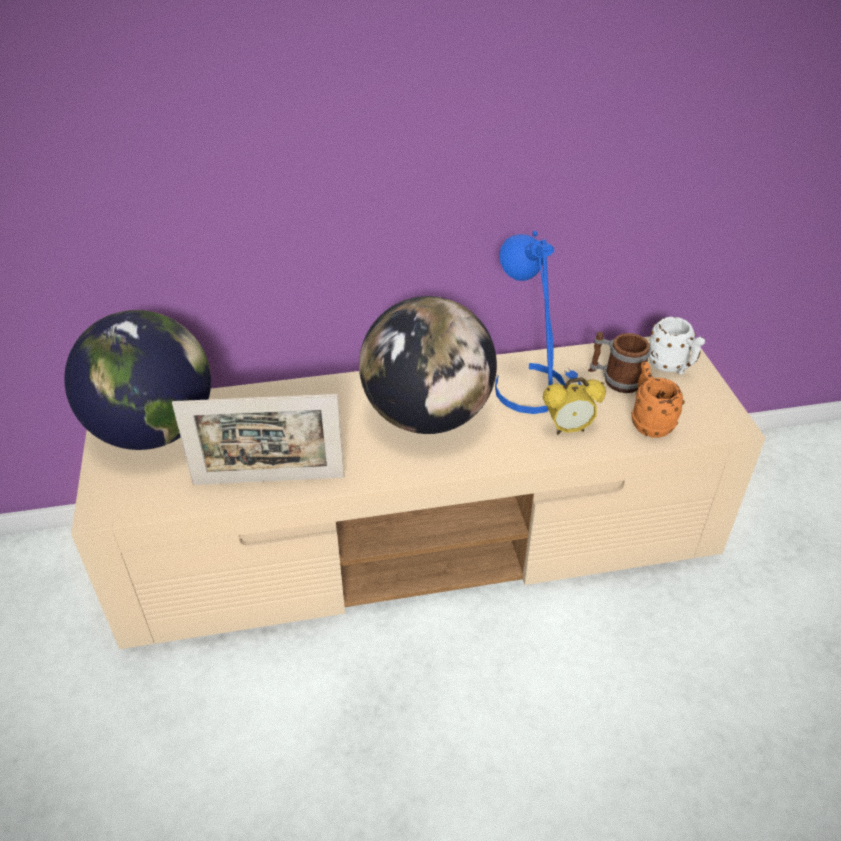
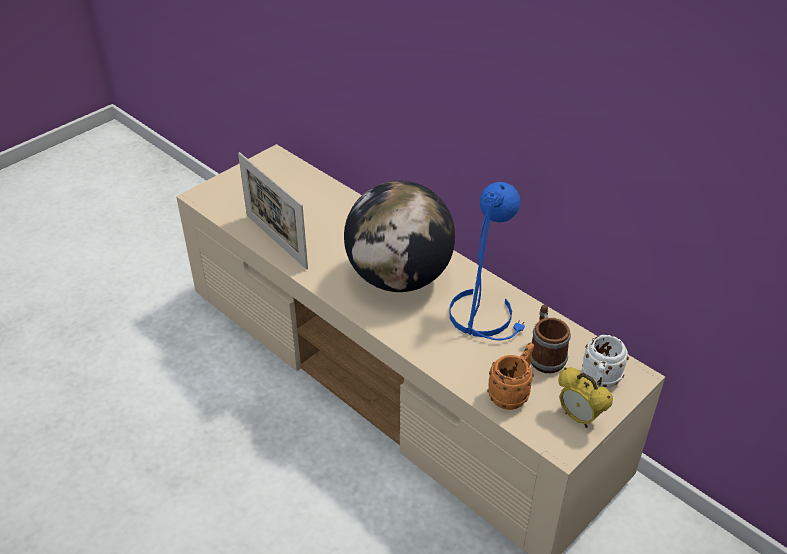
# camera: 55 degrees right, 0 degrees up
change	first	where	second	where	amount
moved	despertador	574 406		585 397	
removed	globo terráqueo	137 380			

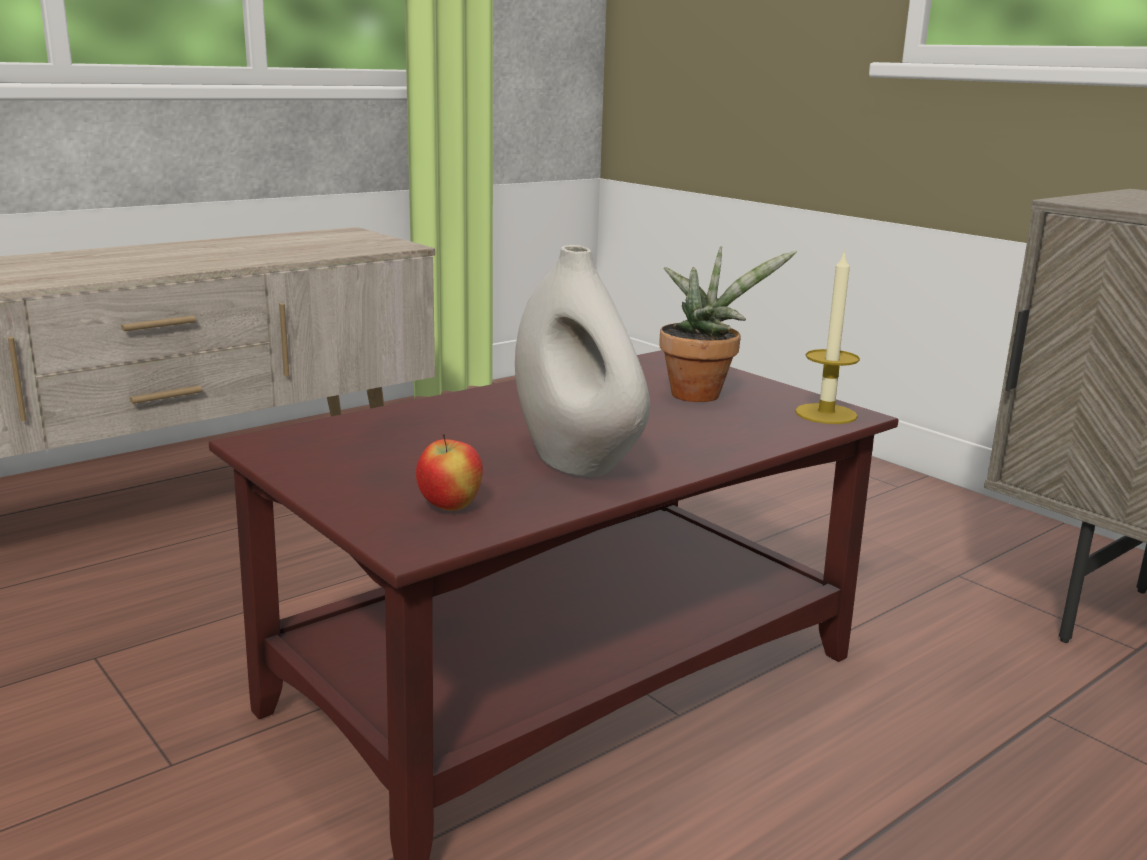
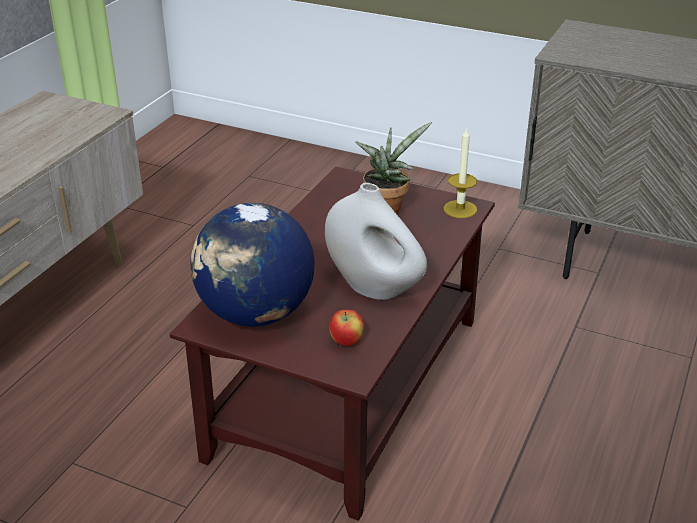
# camera: 25 degrees left, 15 degrees up
change	first	where	second	where	amount
added			globo terráqueo	252 264	

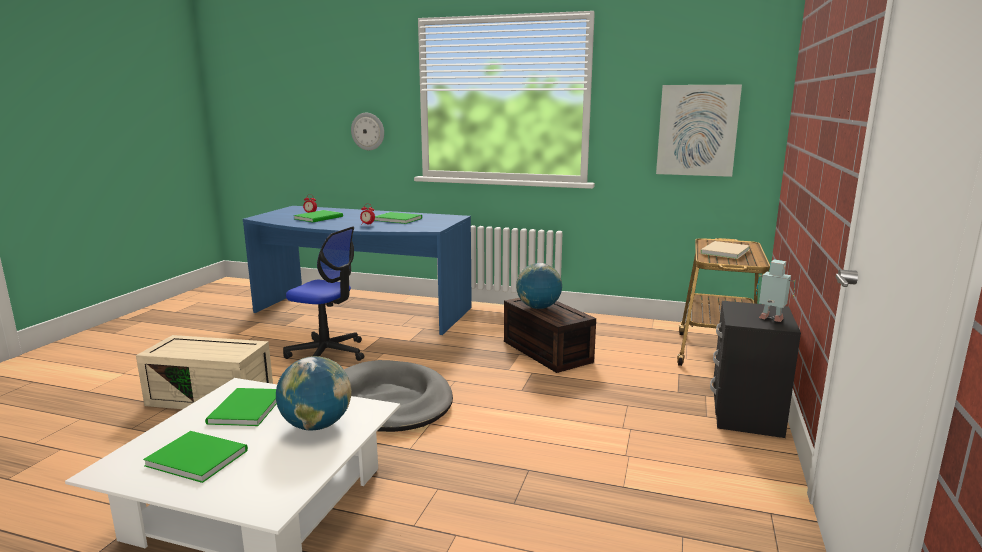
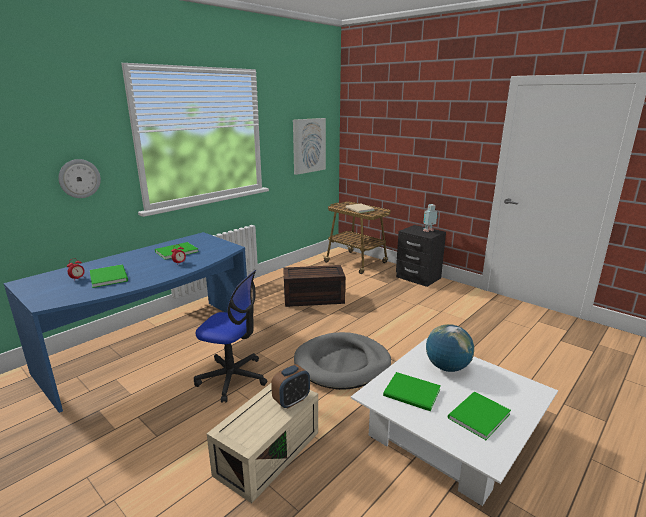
# camera: 65 degrees left, 5 degrees up
change	first	where	second	where	amount
turned	silla de oficina	323 293		230 336	60 degrees clockwise
added			despertador	290 386	
removed	globo terráqueo	539 286			

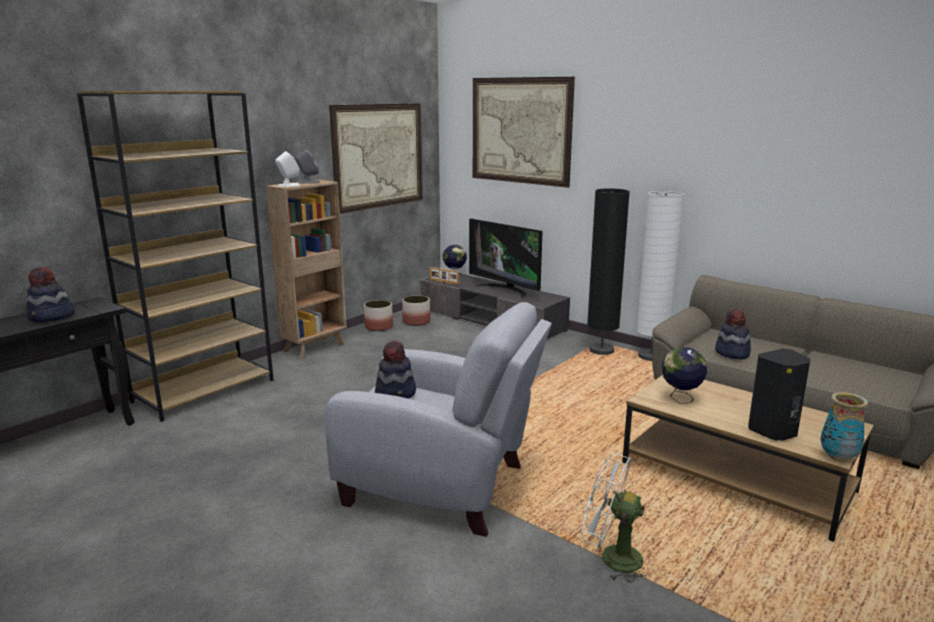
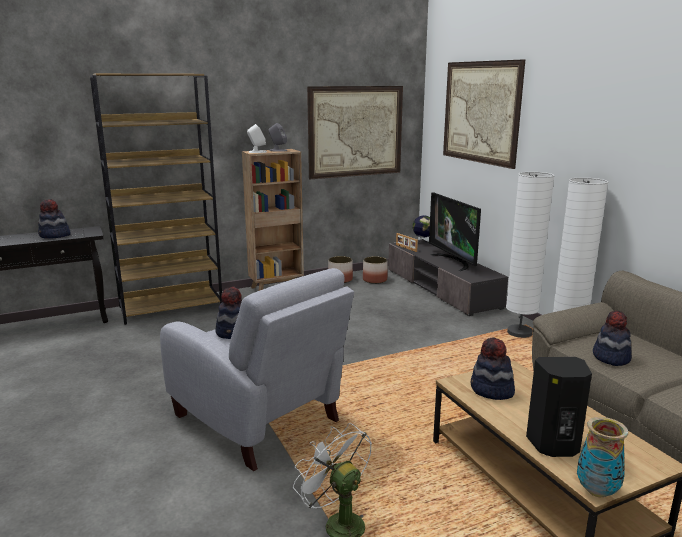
# camera: 25 degrees right, 0 degrees up
change	first	where	second	where	amount
replaced	globo terráqueo	684 375	sombrero	493 369	
recoloured	lámpara de pie [negro]	608 271	lámpara de pie [blanco]	530 255	

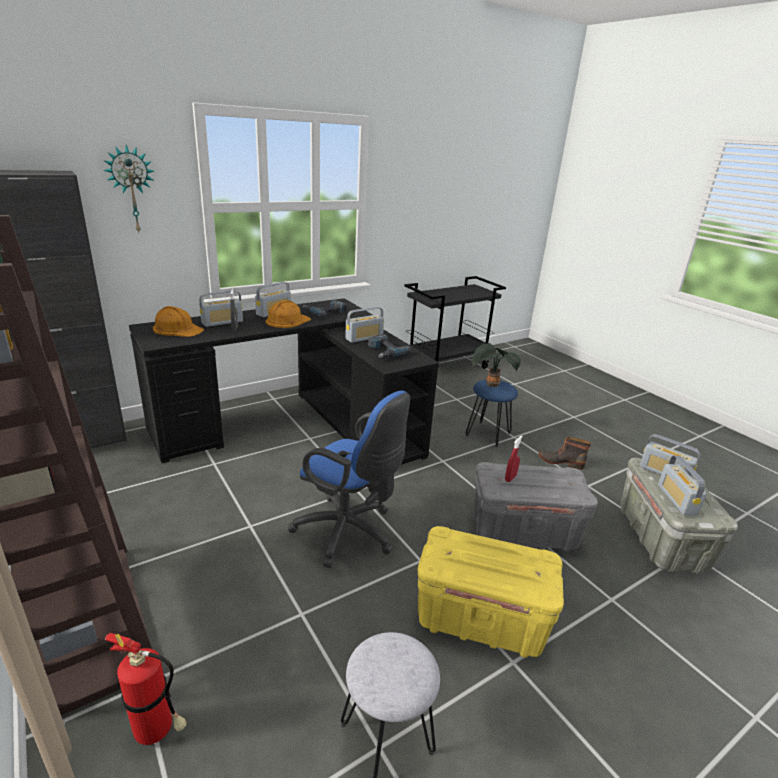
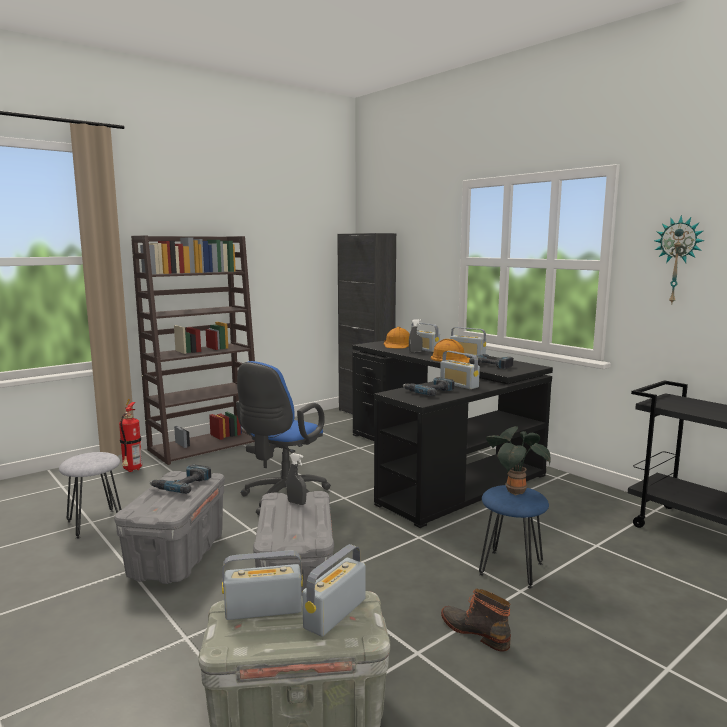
# camera: 85 degrees right, 15 degrees down
change	first	where	second	where	amount
recoloured	caja de almacenaje [amarillo]	490 592	caja de almacenaje [gris]	169 527	
added			taladro	180 479	
recoloured	pulverizador [rojo]	514 459	pulverizador [gris]	297 479	
turned	bota	564 453		476 620	60 degrees counterclockwise
moved	reloj de pared	128 189		679 259	

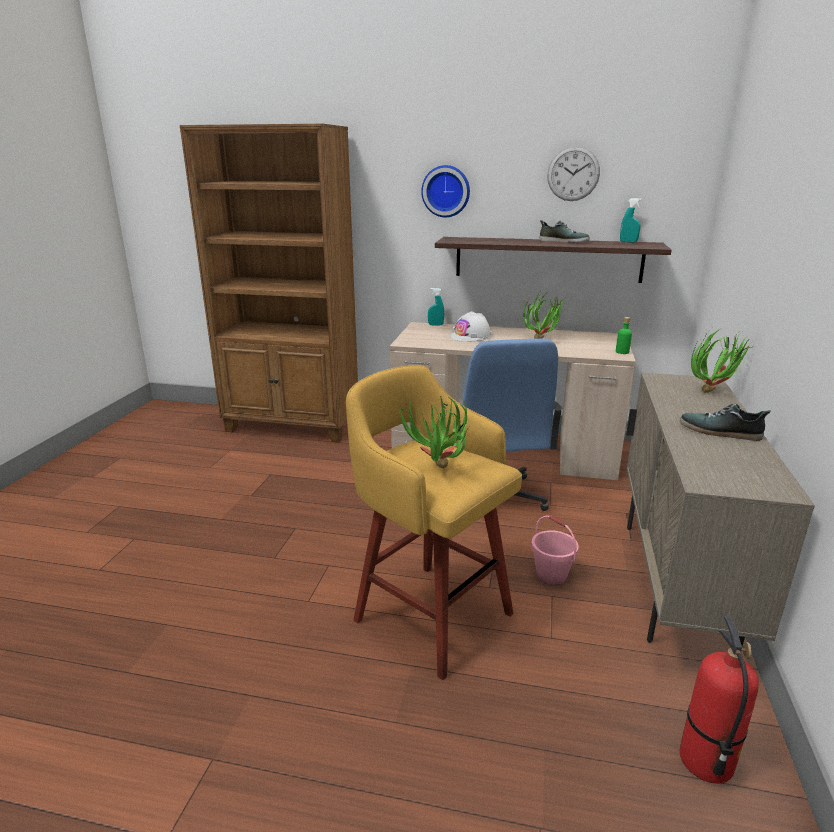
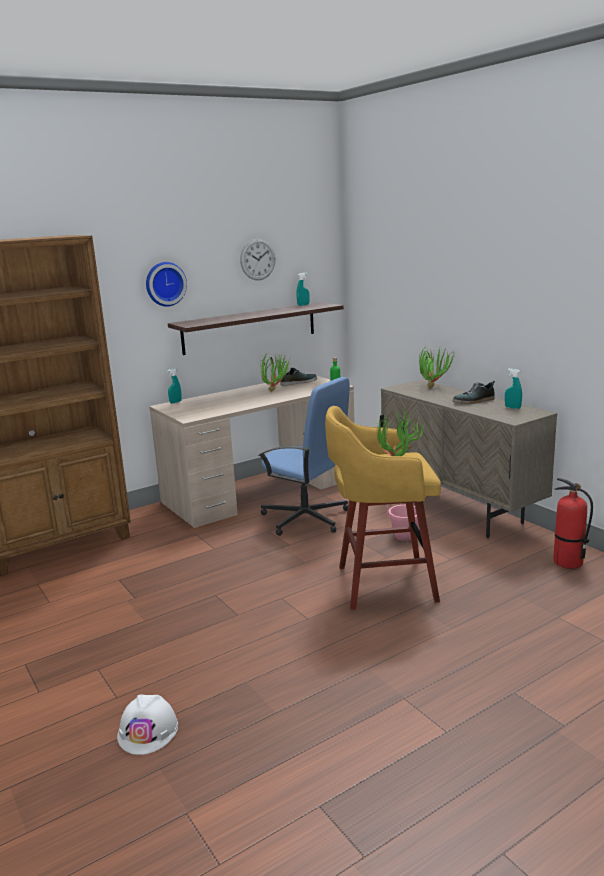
# camera: 45 degrees left, 5 degrees down
change	first	where	second	where	amount
moved	casco [blanco]	470 326		147 725	
moved	zapato	564 231		298 376	
added			pulverizador [turquesa]	513 388	

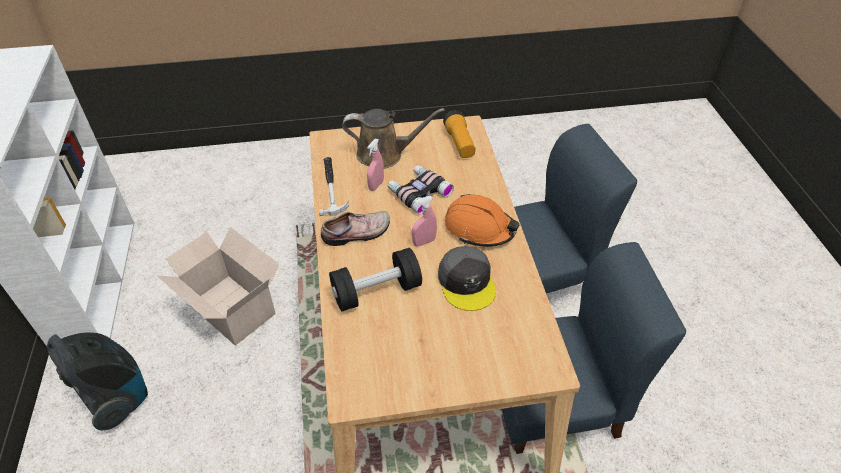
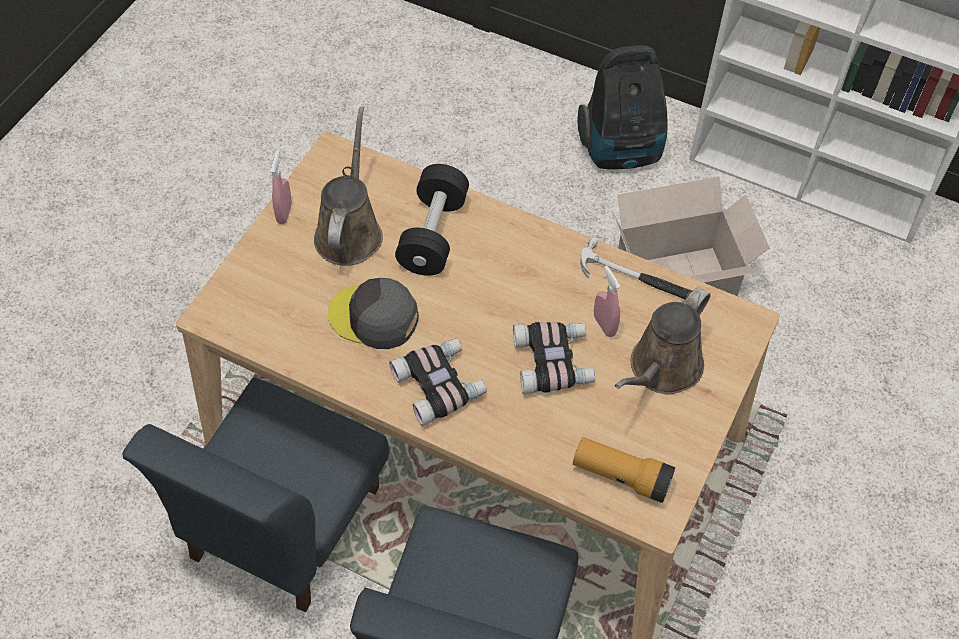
# camera: 125 degrees right, 10 degrees up
change	first	where	second	where	amount
moved	pulverizador [rosa]	424 221		281 187	
added			regadera [marrón]	348 186	
replaced	casco [naranja]	482 220	prismáticos	438 382	
removed	zapato	355 228			

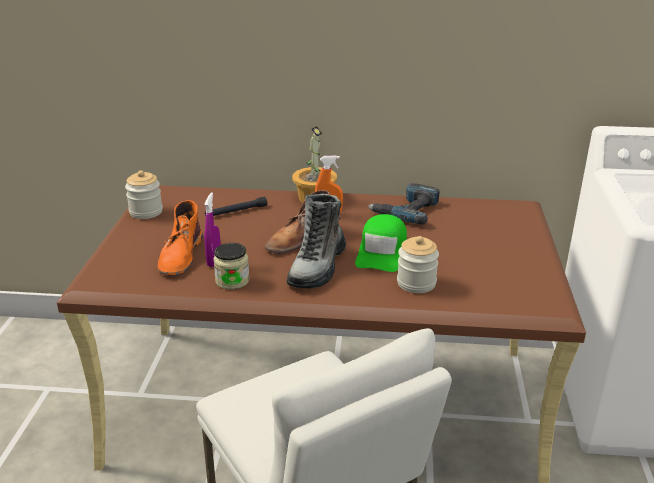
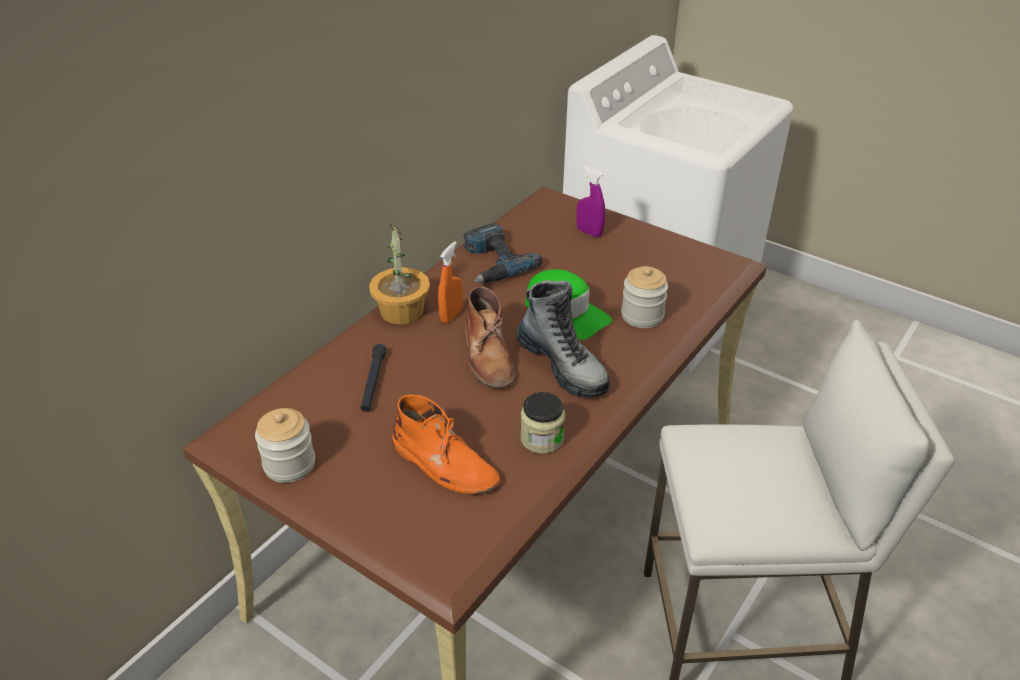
# camera: 60 degrees left, 10 degrees up
change	first	where	second	where	amount
moved	pulverizador [morado]	212 229		591 202	

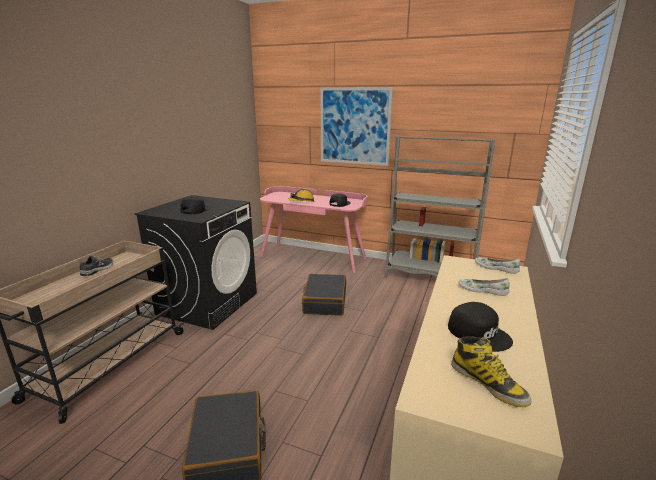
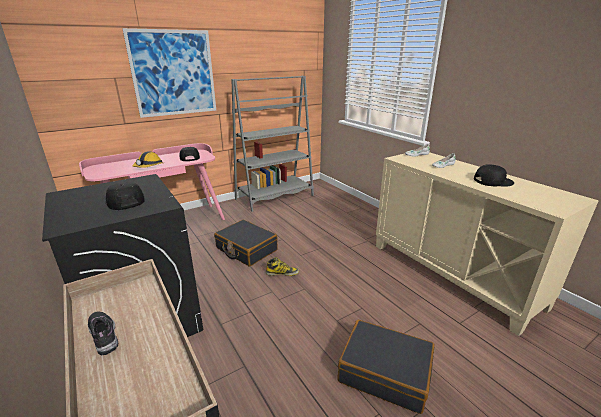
# camera: 55 degrees left, 5 degrees up
change	first	where	second	where	amount
moved	bota	491 371		282 266	

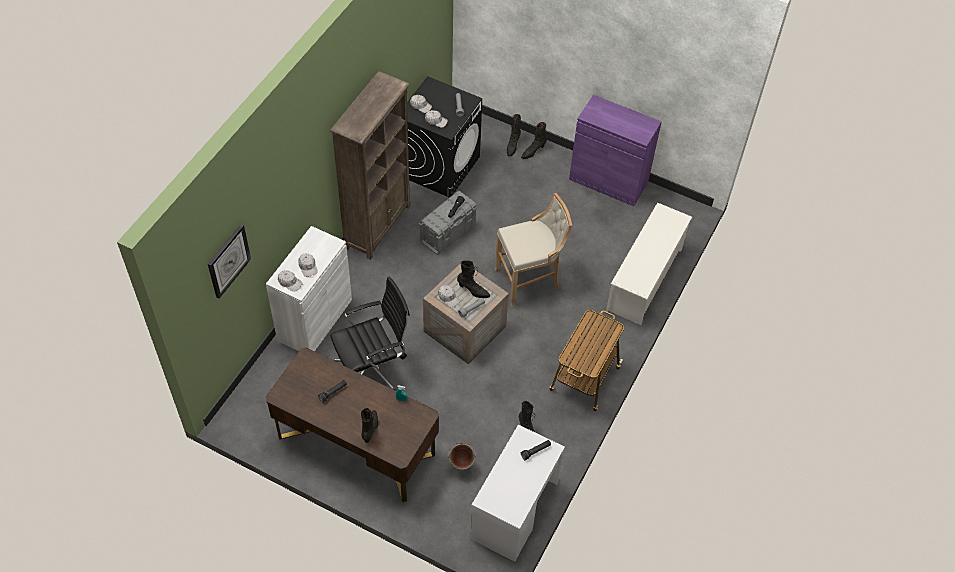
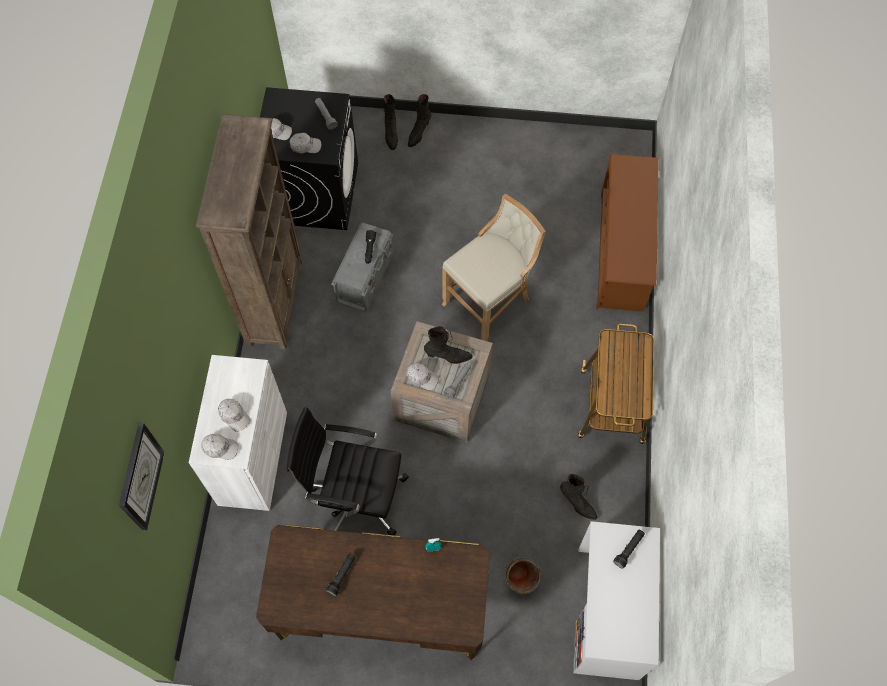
# camera: 20 degrees left, 10 degrees up
change	first	where	second	where	amount
turned	silla de oficina [negro]	370 333		348 471	120 degrees counterclockwise
recoloured	zapatero [blanco]	649 264	zapatero [marrón]	627 233	
removed	bota [negro]	369 425			
removed	armario [morado]	615 150			

